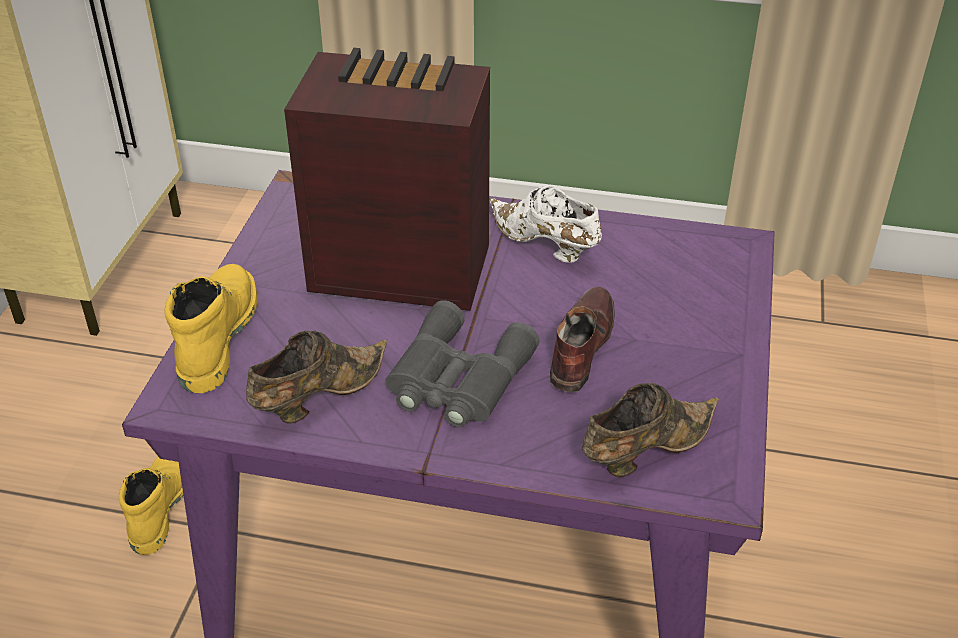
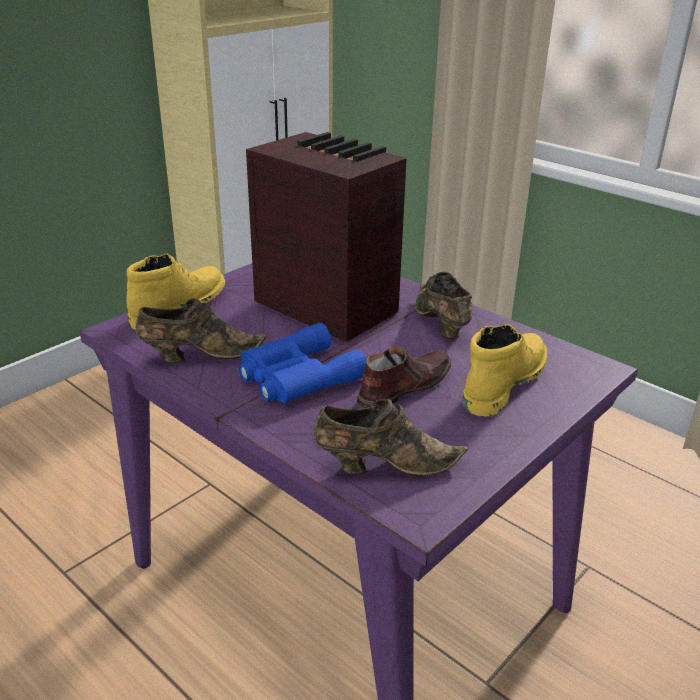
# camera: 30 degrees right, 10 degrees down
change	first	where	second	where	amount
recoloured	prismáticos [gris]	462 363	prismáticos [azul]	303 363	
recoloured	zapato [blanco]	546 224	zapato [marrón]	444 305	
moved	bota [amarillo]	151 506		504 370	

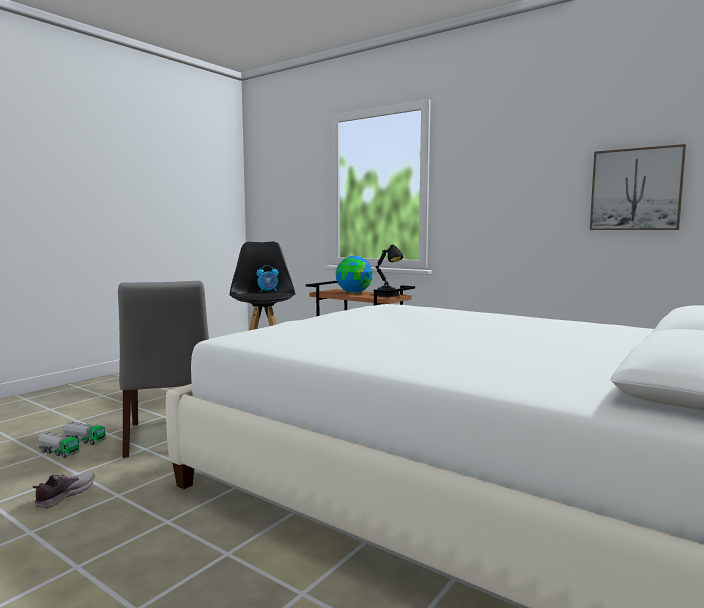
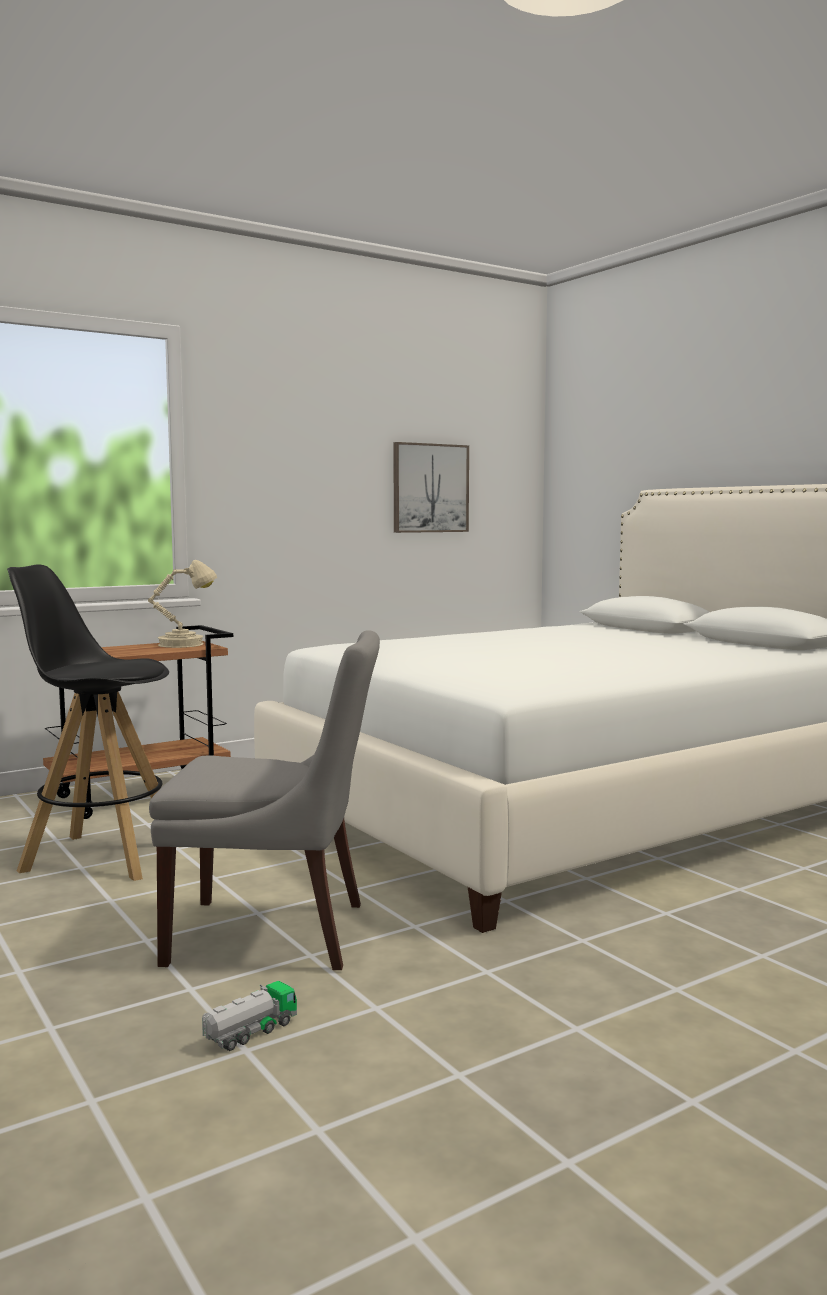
# camera: 70 degrees left, 0 degrees up
change	first	where	second	where	amount
recoloured	lámpara de mesa [negro]	388 271	lámpara de mesa [beis]	182 604	
removed	zapato	63 489			
removed	camión de juguete	84 433			
removed	despertador	268 278			
removed	globo terráqueo	354 274			

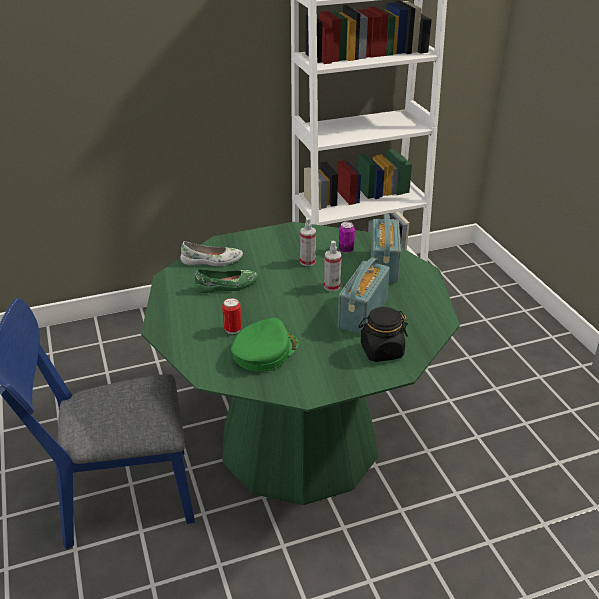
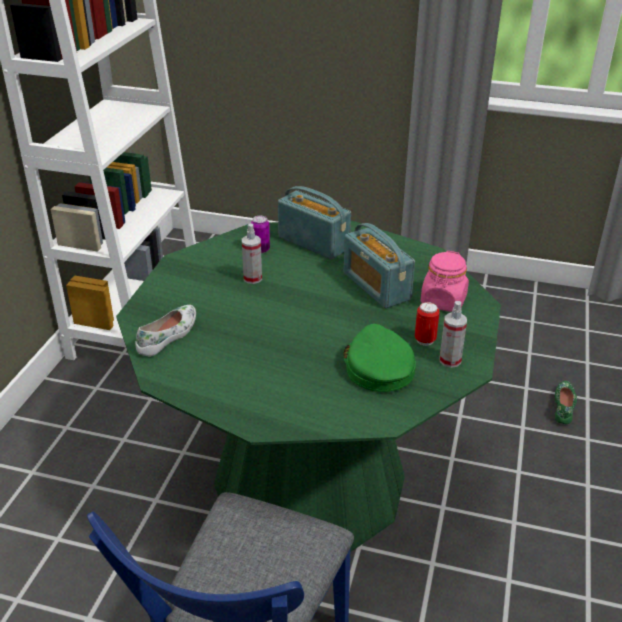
# camera: 55 degrees left, 0 degrees up
change	first	where	second	where	amount
moved	lata	232 316		427 324	
recoloured	tarro [negro]	383 334	tarro [rosa]	444 281	
moved	pulverizador	333 266		453 334	
moved	zapato [verde]	226 281		566 402	

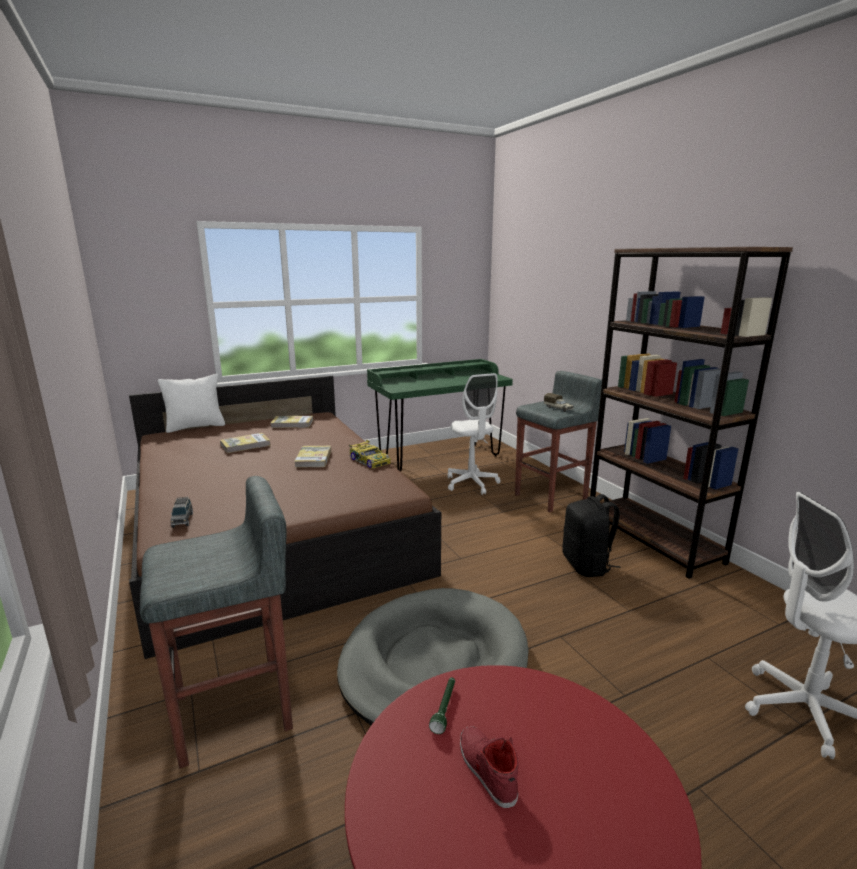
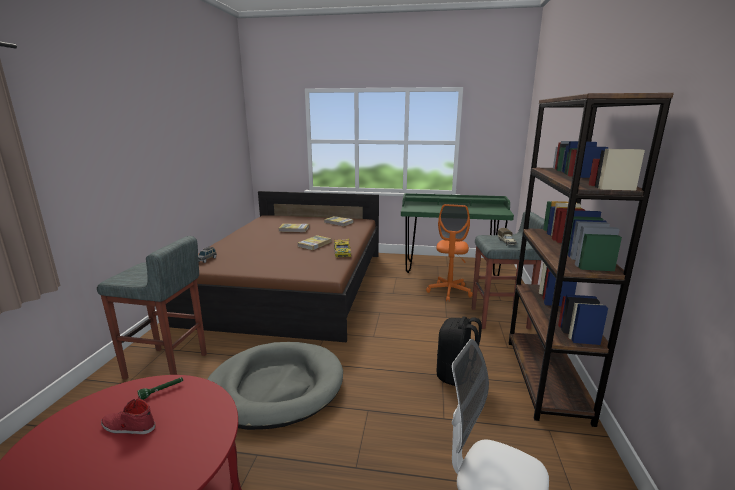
# camera: 35 degrees right, 0 degrees up
change	first	where	second	where	amount
turned	zapato [rojo]	489 767		128 416	90 degrees counterclockwise
recoloured	silla de oficina [blanco]	474 434	silla de oficina [naranja]	449 252	
removed	cojín [blanco]	191 403			

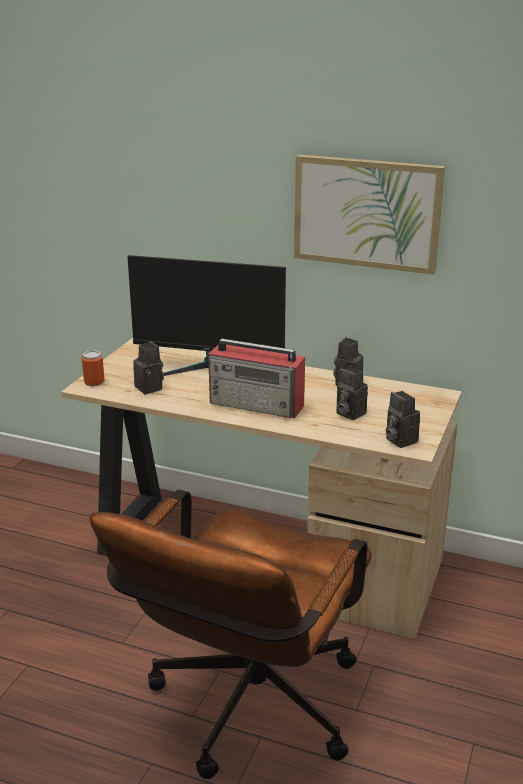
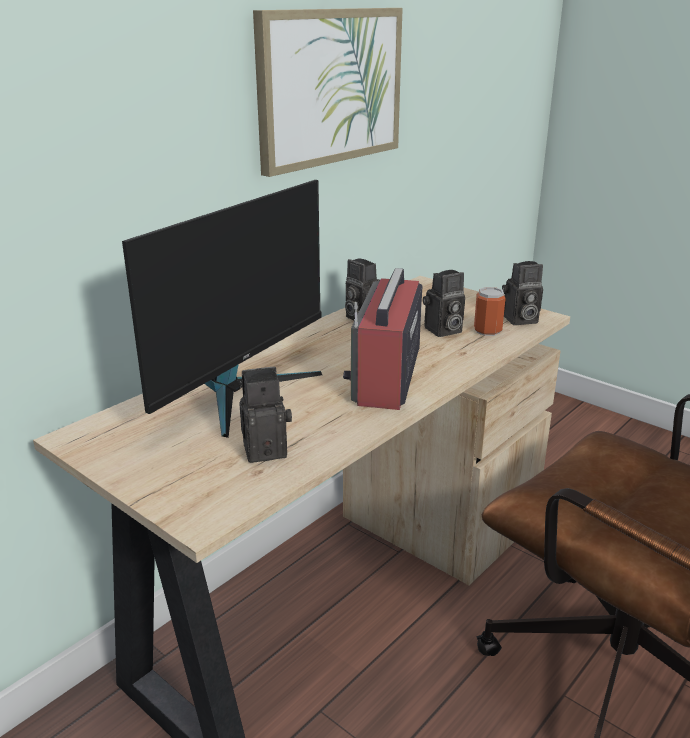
# camera: 70 degrees left, 0 degrees up
change	first	where	second	where	amount
turned	radio	256 378		383 339	150 degrees clockwise
moved	lata	93 368		490 311	

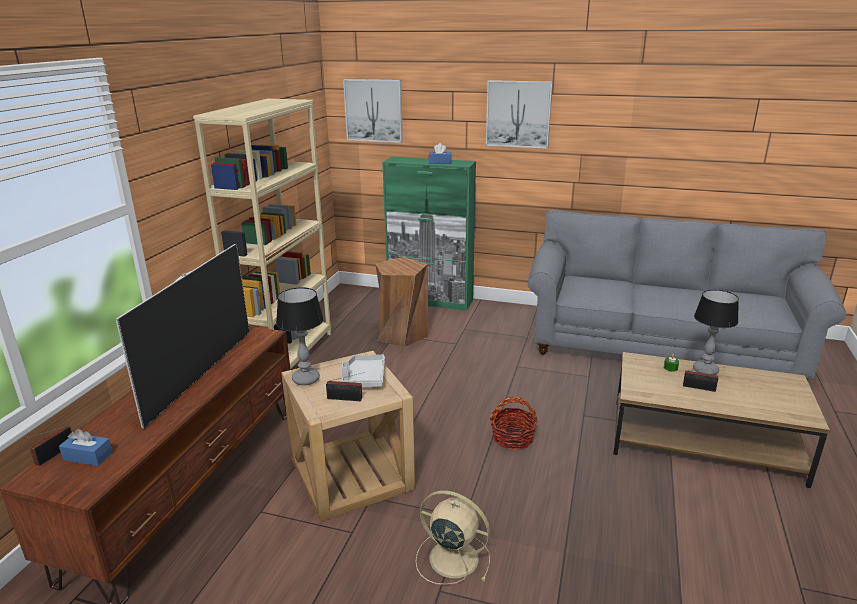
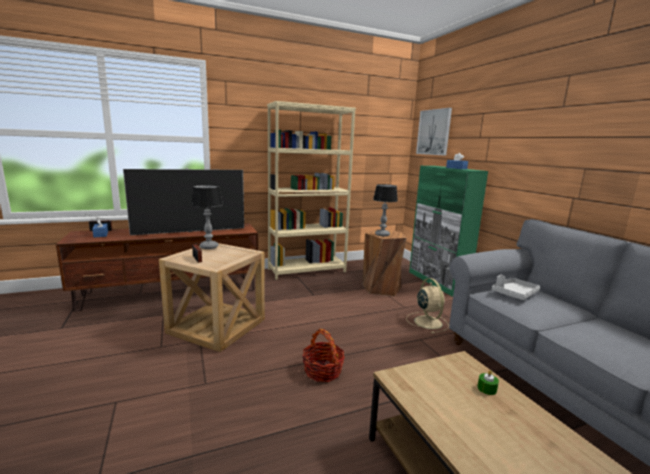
# camera: 50 degrees right, 10 degrees down
change	first	where	second	where	amount
moved	lámpara de mesa	716 332		385 210	
moved	ventilador [beis]	453 537		427 305	
moved	bandeja [gris]	363 371		516 287	
removed	cuadro	519 114			
removed	radio	702 379			

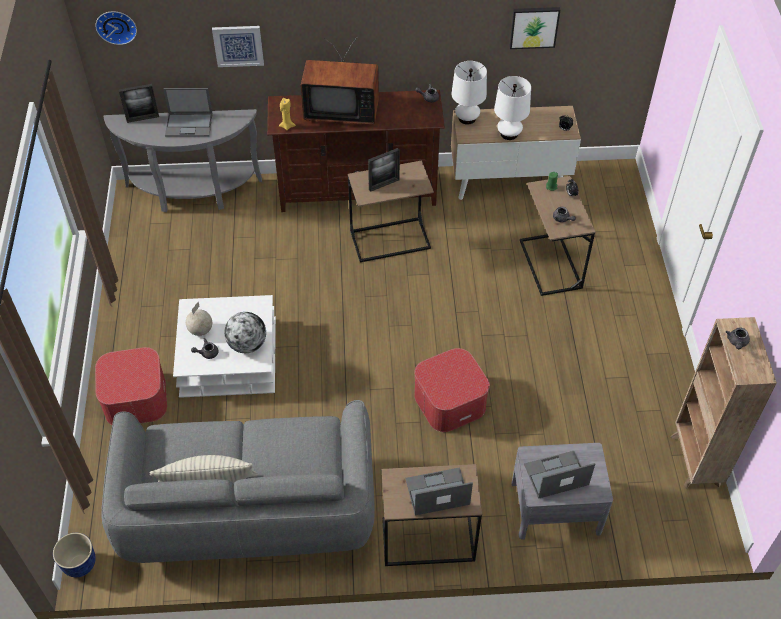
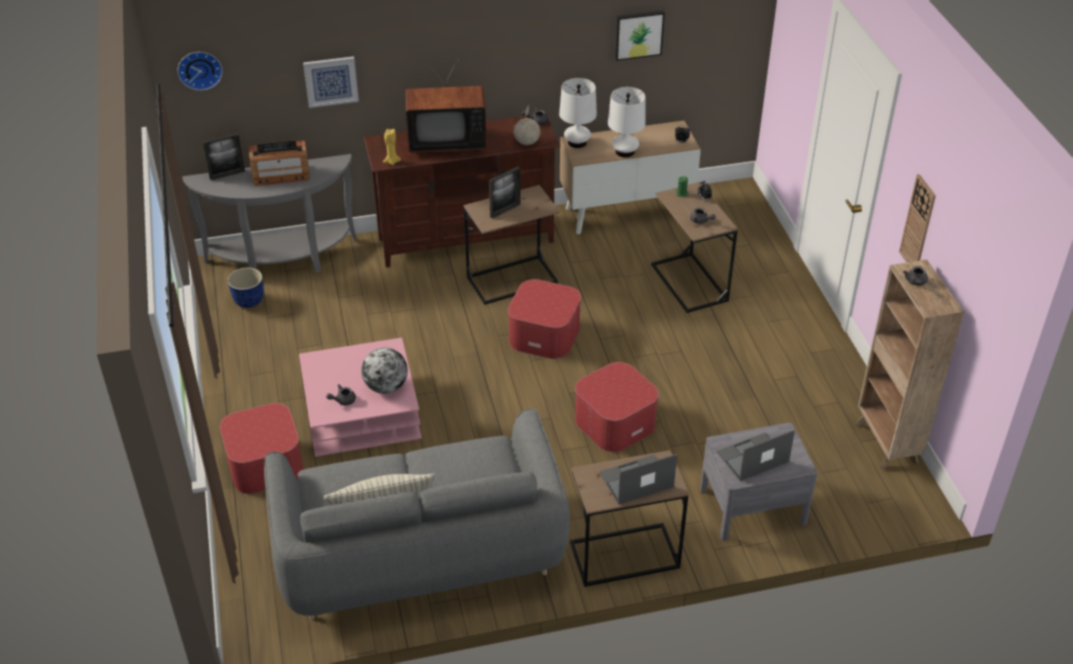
# camera: 10 degrees left, 10 degrees down
change	first	where	second	where	amount
moved	maceta	74 555		246 288	
replaced	portátil	188 112	radio	279 163	
recoloured	mesa de centro [blanco]	224 346	mesa de centro [rosa]	360 397	
added			puf	544 319	
moved	globo terráqueo	199 319		527 125	
added			reloj de pared	917 218	

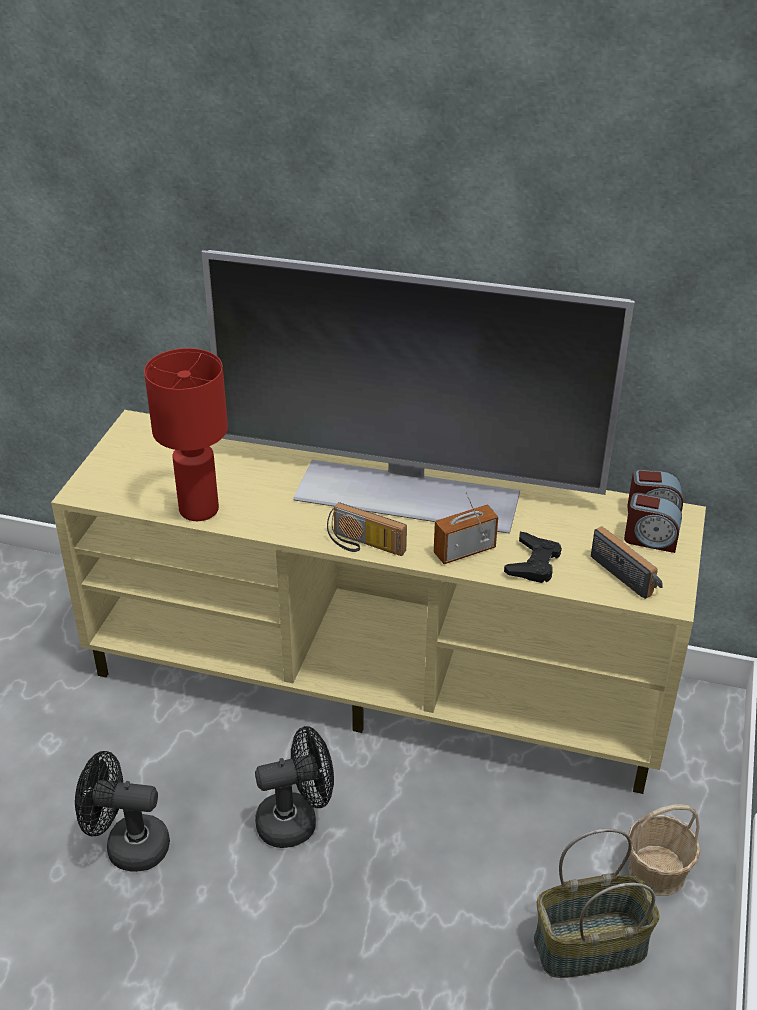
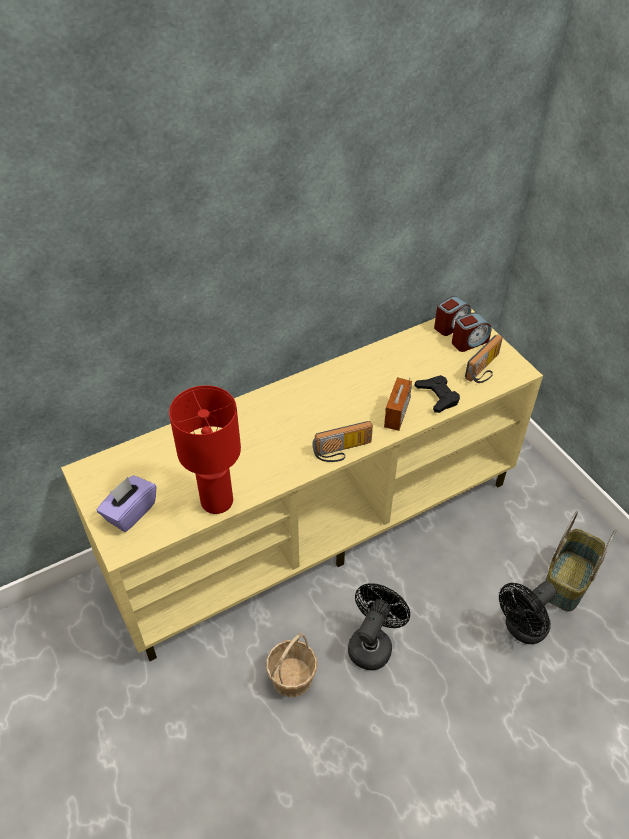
# camera: 45 degrees left, 10 degrees up
change	first	where	second	where	amount
added			caja de pañuelos [morado]	126 503	
moved	cesta	663 850		291 664	
turned	radio	627 562		484 358	120 degrees clockwise
moved	ventilador [negro]	122 811		528 612	
removed	televisor	418 392			

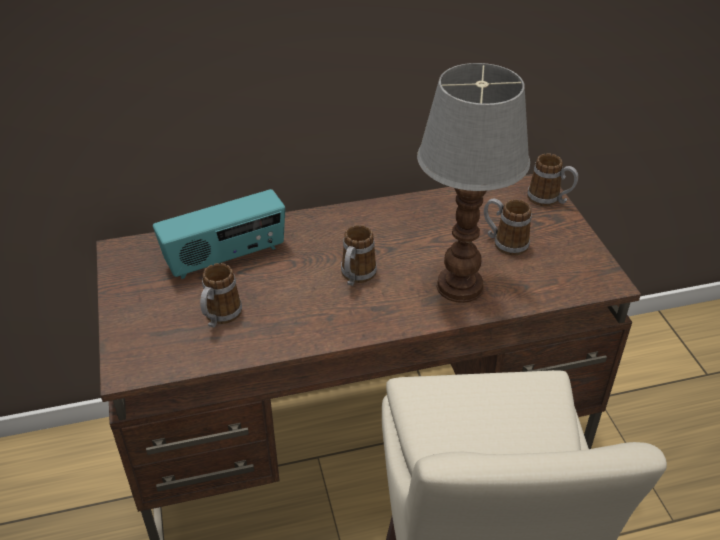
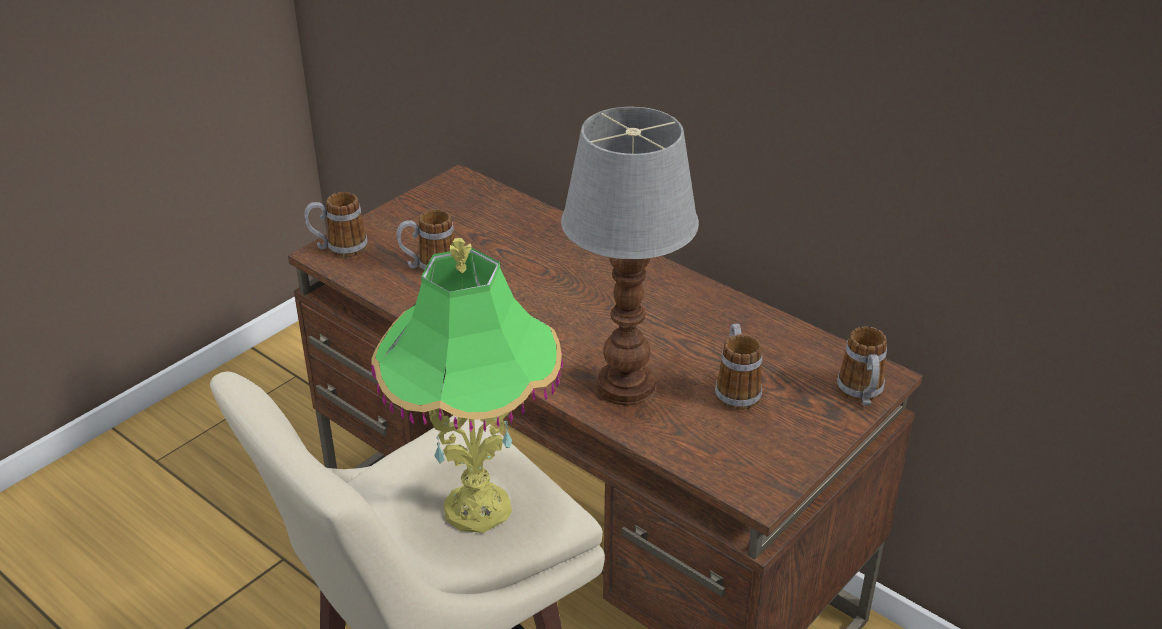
# camera: 55 degrees right, 5 degrees down
change	first	where	second	where	amount
moved	taza grande	359 255		336 224	
added			lámpara de mesa	467 385	
removed	radio	219 234			

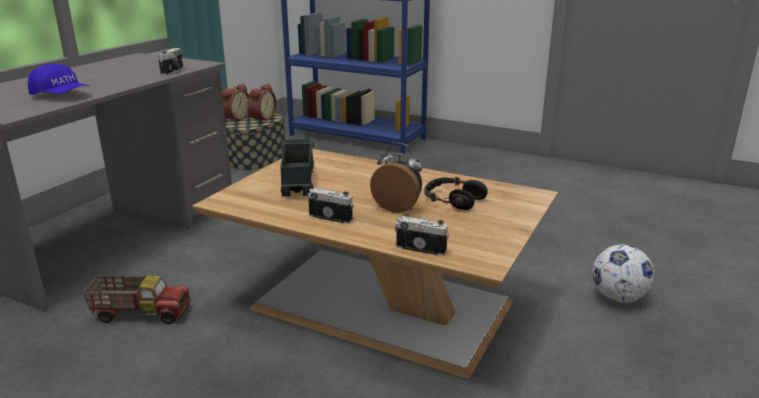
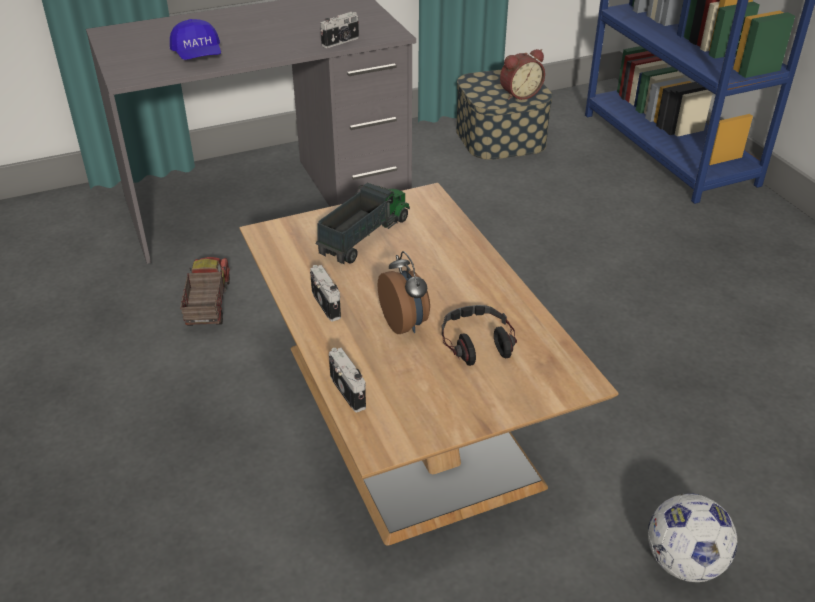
# camera: 40 degrees right, 15 degrees up
change	first	where	second	where	amount
turned	camión de juguete	136 299		205 291	135 degrees counterclockwise
removed	despertador	235 103			

